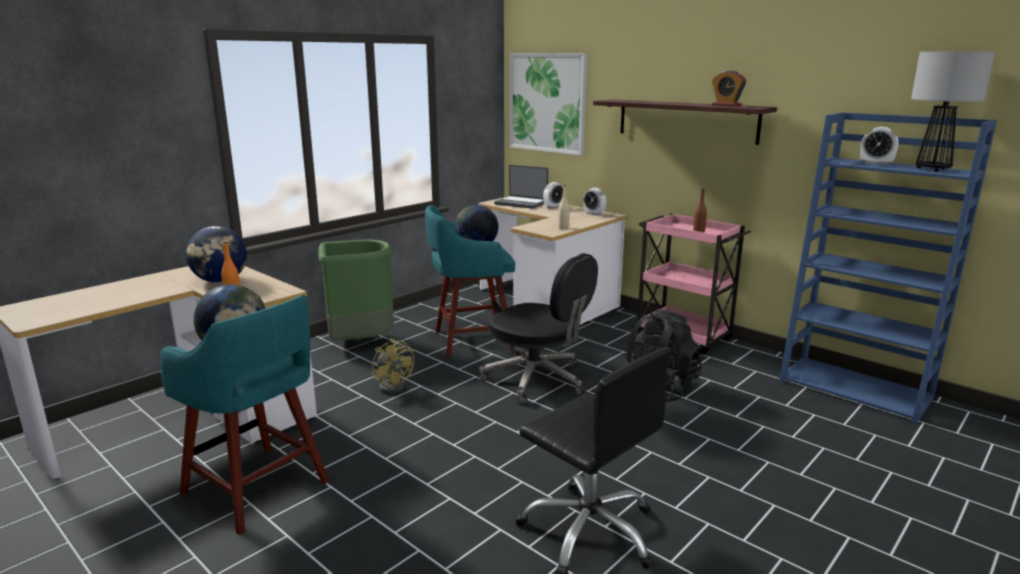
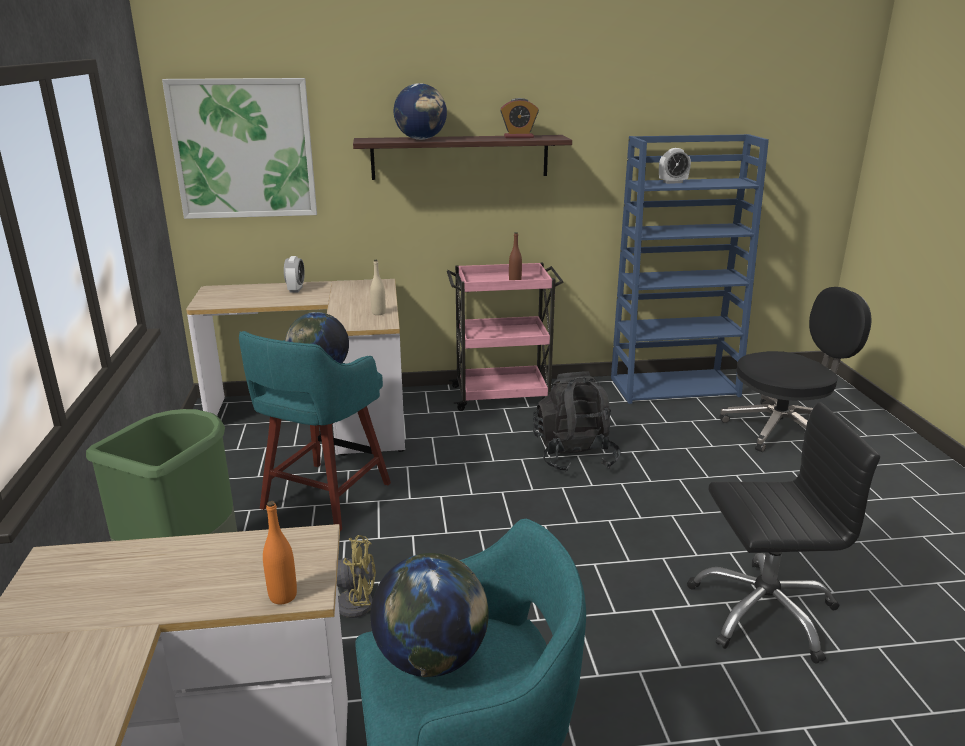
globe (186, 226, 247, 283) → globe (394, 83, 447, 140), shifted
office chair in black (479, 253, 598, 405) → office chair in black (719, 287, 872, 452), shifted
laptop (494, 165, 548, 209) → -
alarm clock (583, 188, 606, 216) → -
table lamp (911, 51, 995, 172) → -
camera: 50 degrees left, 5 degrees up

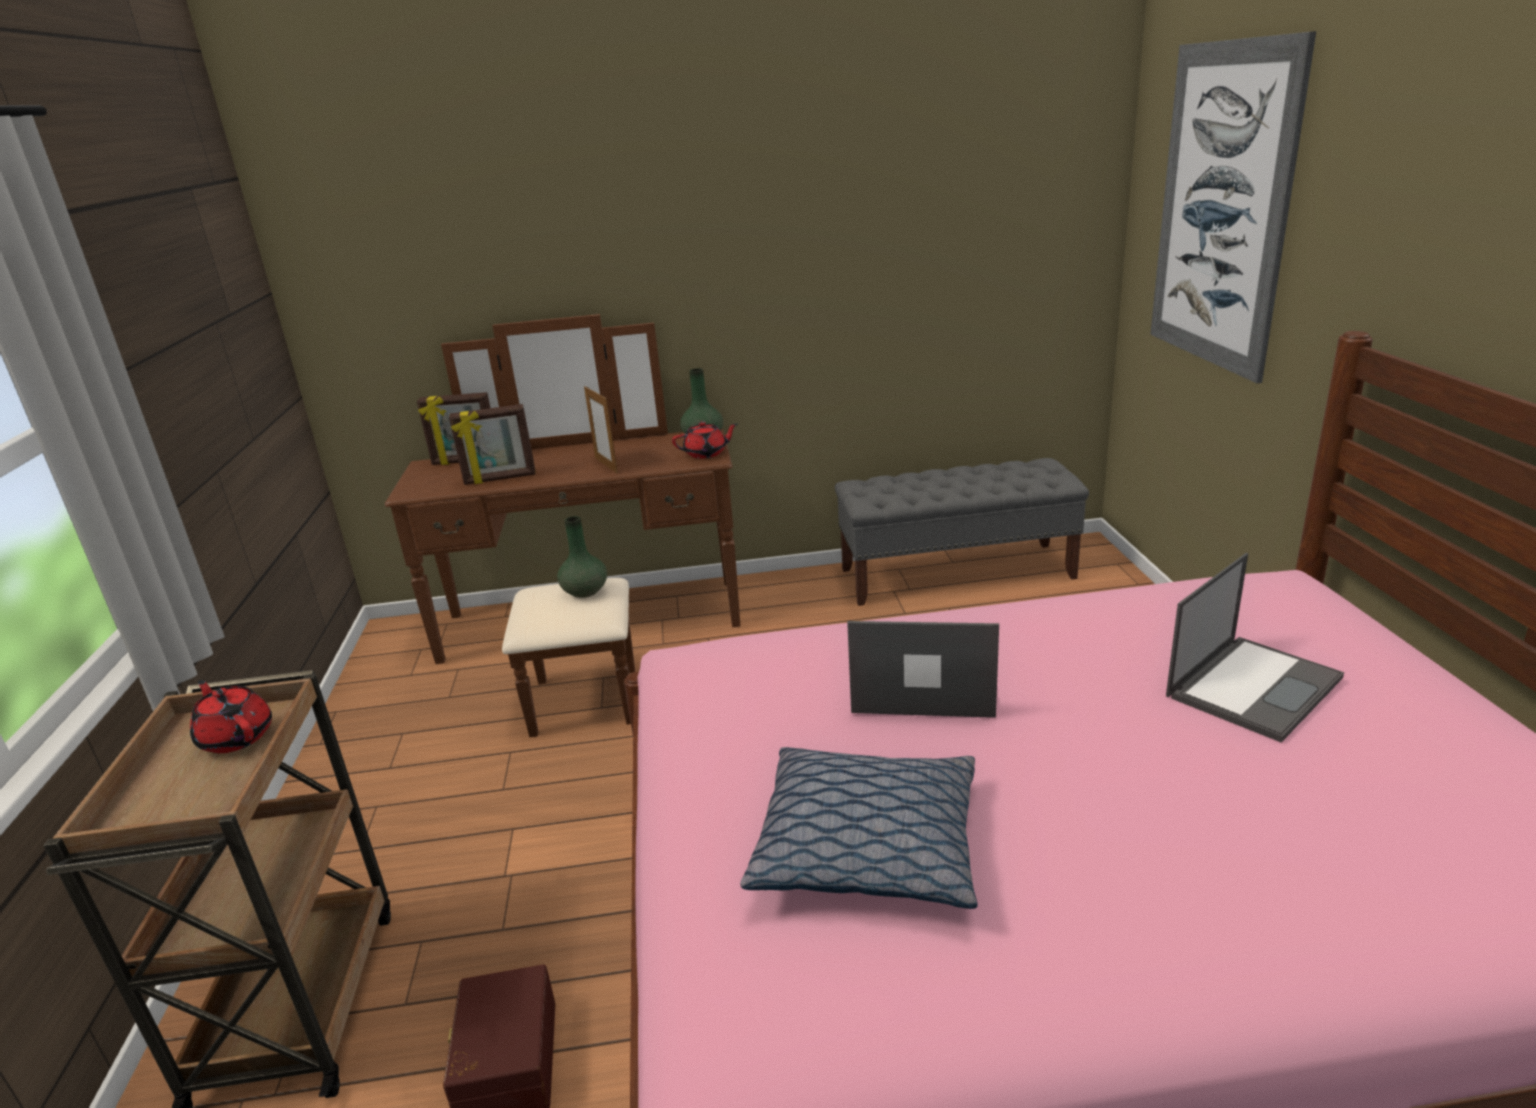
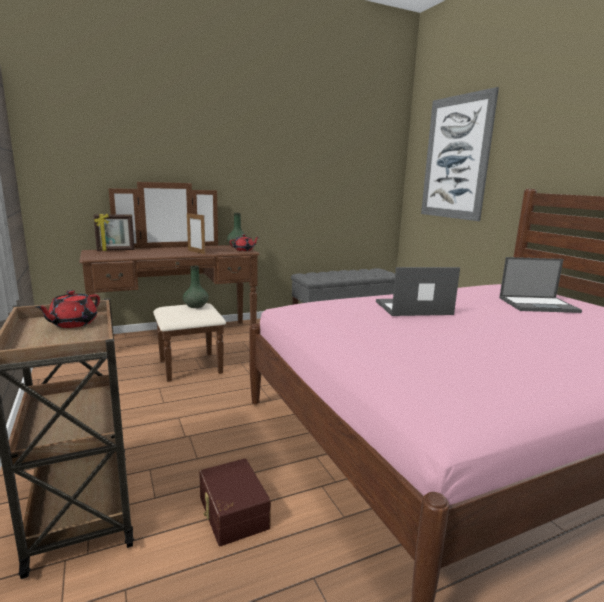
teapot in red (190, 680, 272, 753) → teapot in red (36, 290, 100, 328), 90 degrees counterclockwise
laptop (1166, 553, 1344, 742) → laptop (499, 257, 582, 313), 60 degrees clockwise
picture frame (449, 404, 536, 485) → -
pillow (740, 747, 978, 909) → -
camera: 20 degrees left, 10 degrees down

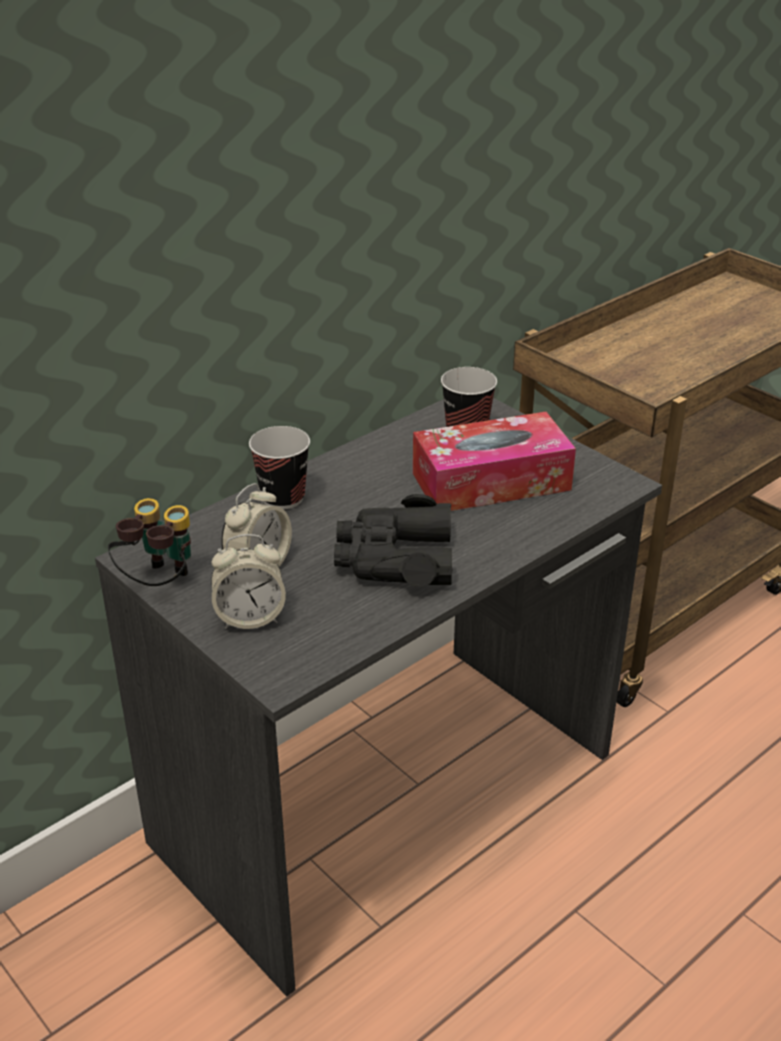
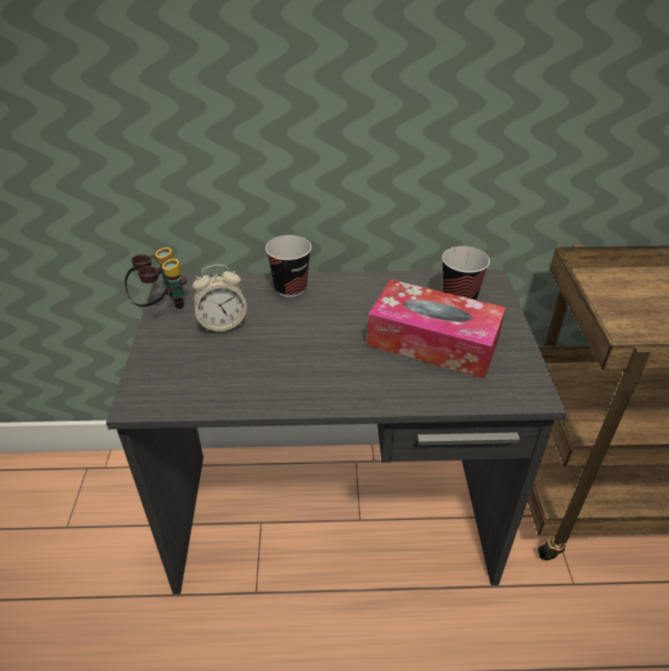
alarm clock (211, 534, 286, 629) → -
binoculars in black (334, 494, 453, 587) → -
camera: 40 degrees right, 5 degrees up

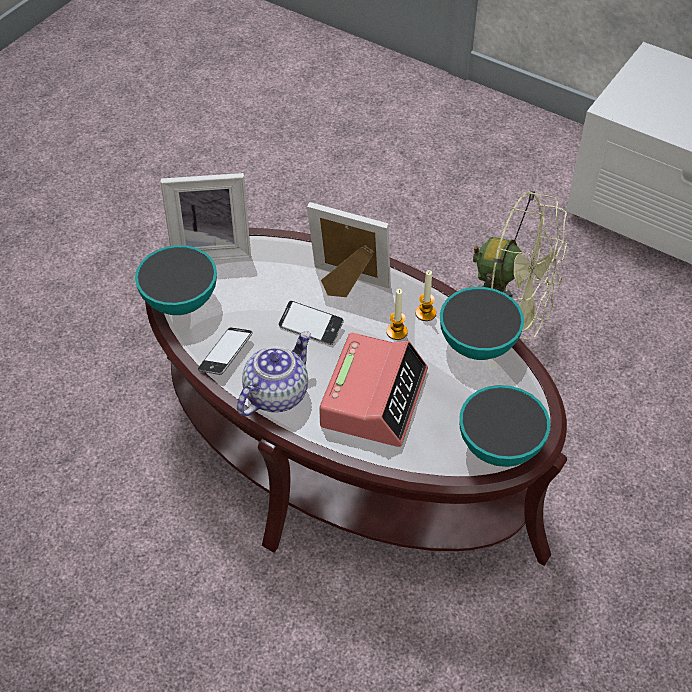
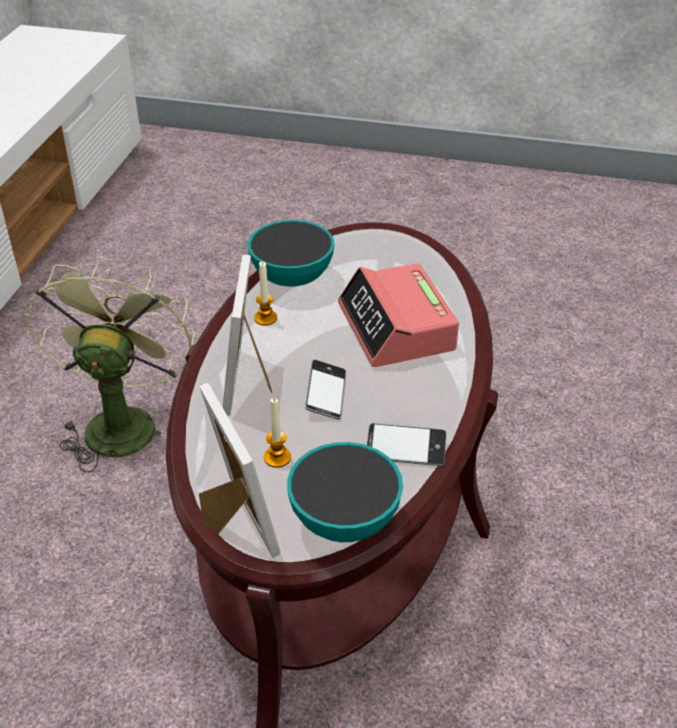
candle (386, 289, 408, 340) → candle (264, 398, 291, 468), shifted
alarm clock (319, 333, 428, 447) → alarm clock (338, 263, 459, 367), 105 degrees counterclockwise
teapot (237, 331, 311, 416) → -
bowl (459, 385, 550, 467) → -
camera: 110 degrees left, 10 degrees down

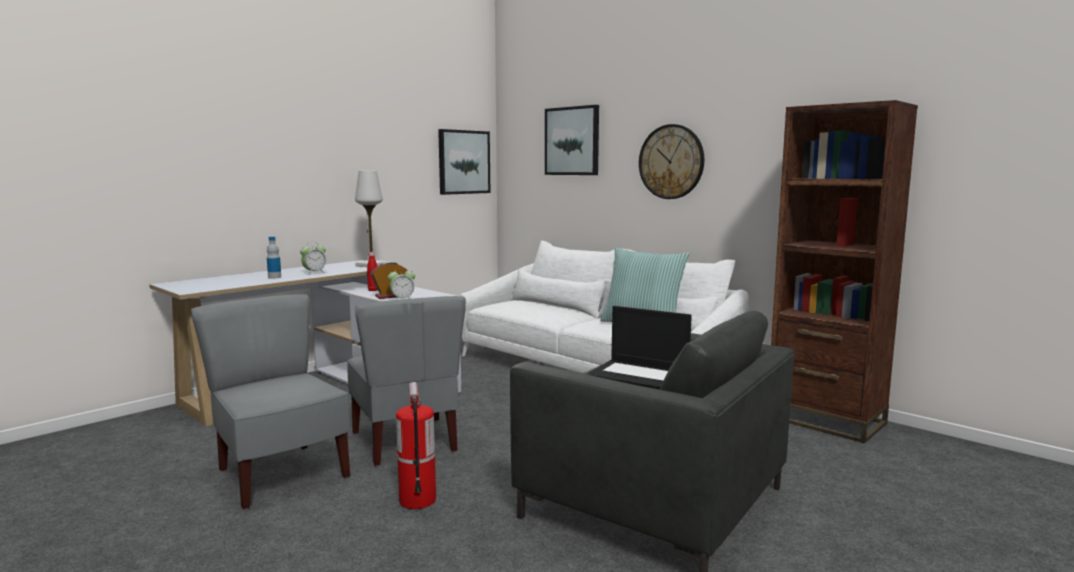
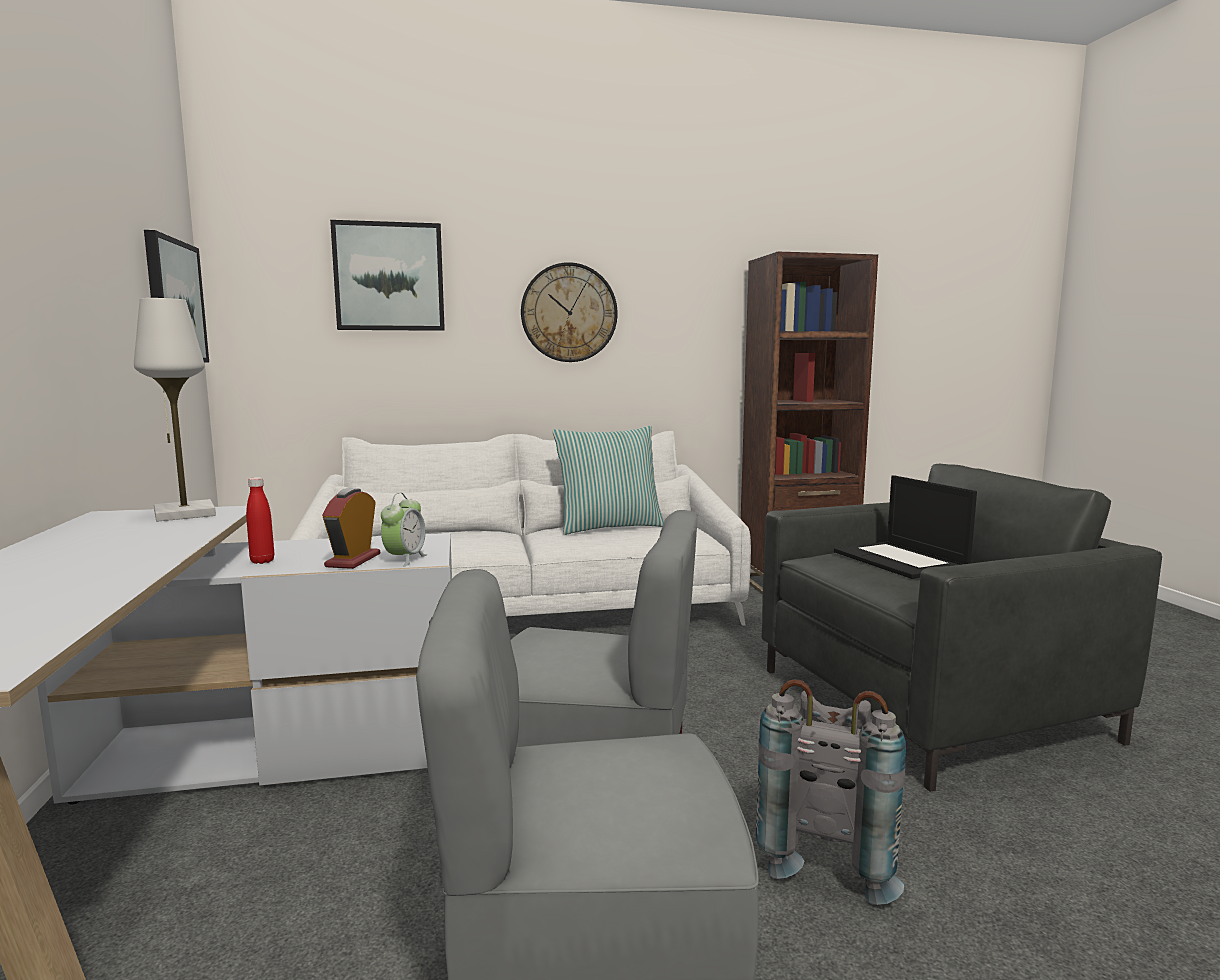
fire extinguisher (396, 382, 436, 509) → backpack in grey (756, 679, 906, 905)
laptop (587, 306, 692, 390) → laptop (834, 475, 977, 579), 90 degrees clockwise
bottle (267, 236, 281, 279) → -
alarm clock (300, 245, 326, 275) → -
camera: 55 degrees left, 0 degrees up

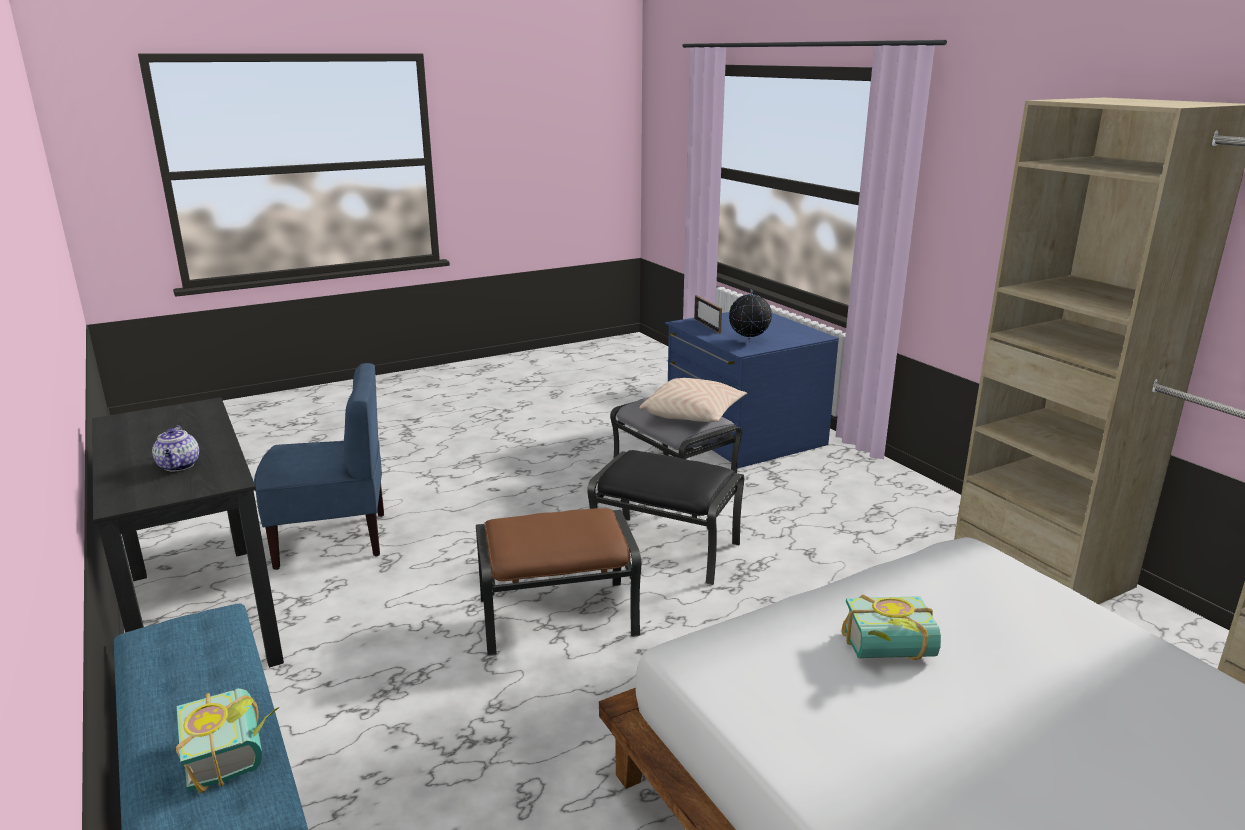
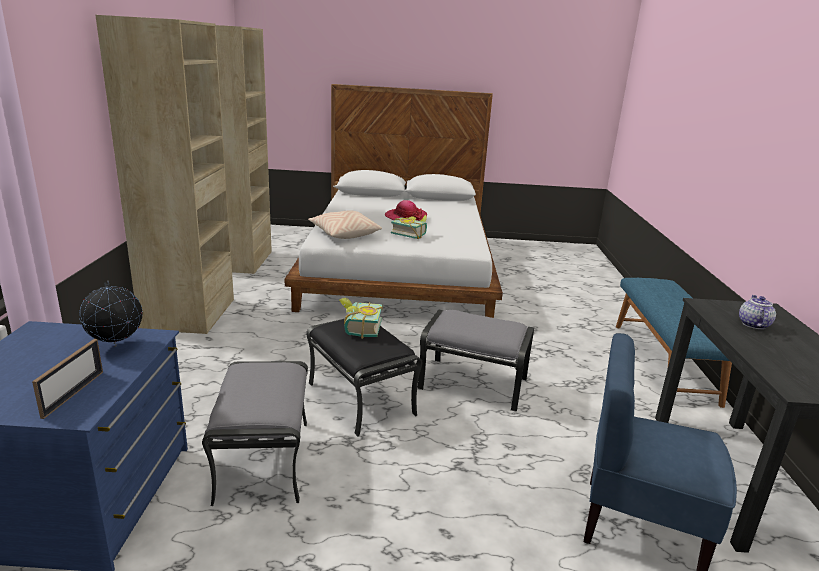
pillow in beige (640, 378, 747, 423) → pillow in beige (308, 210, 382, 239), shifted
book (176, 688, 280, 793) → book (339, 298, 383, 339), shifted
- → hat (385, 200, 427, 221)
ottoman in brown (476, 508, 641, 656) → ottoman in grey (417, 310, 534, 412)
camera: 150 degrees left, 0 degrees up

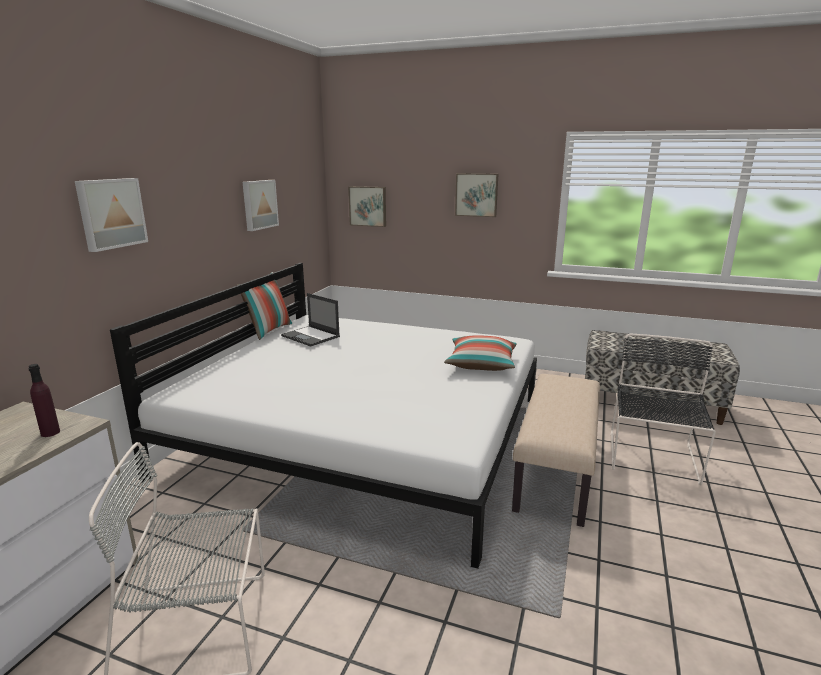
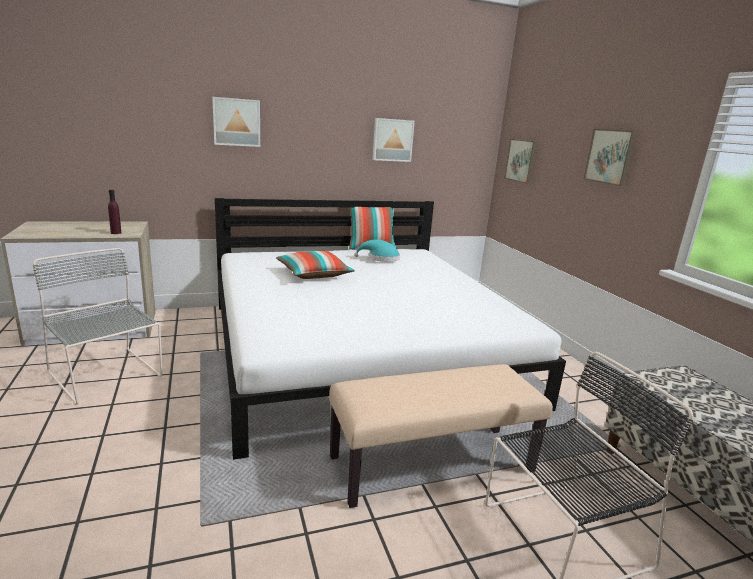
pillow (444, 335, 517, 371) → pillow (276, 251, 355, 279), shifted
laptop (281, 293, 340, 347) → hat in turquoise (354, 240, 400, 262)
camera: 50 degrees right, 0 degrees up

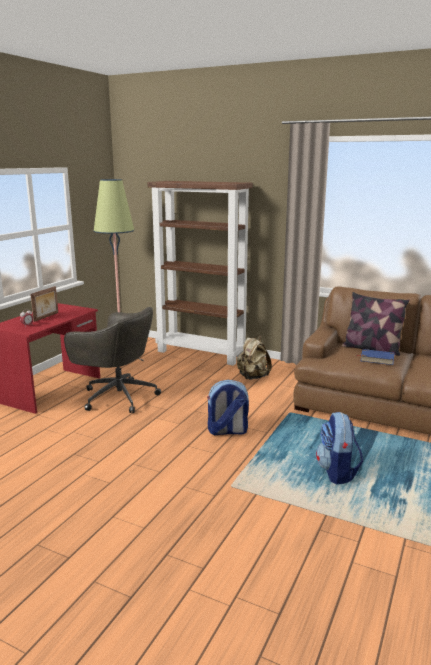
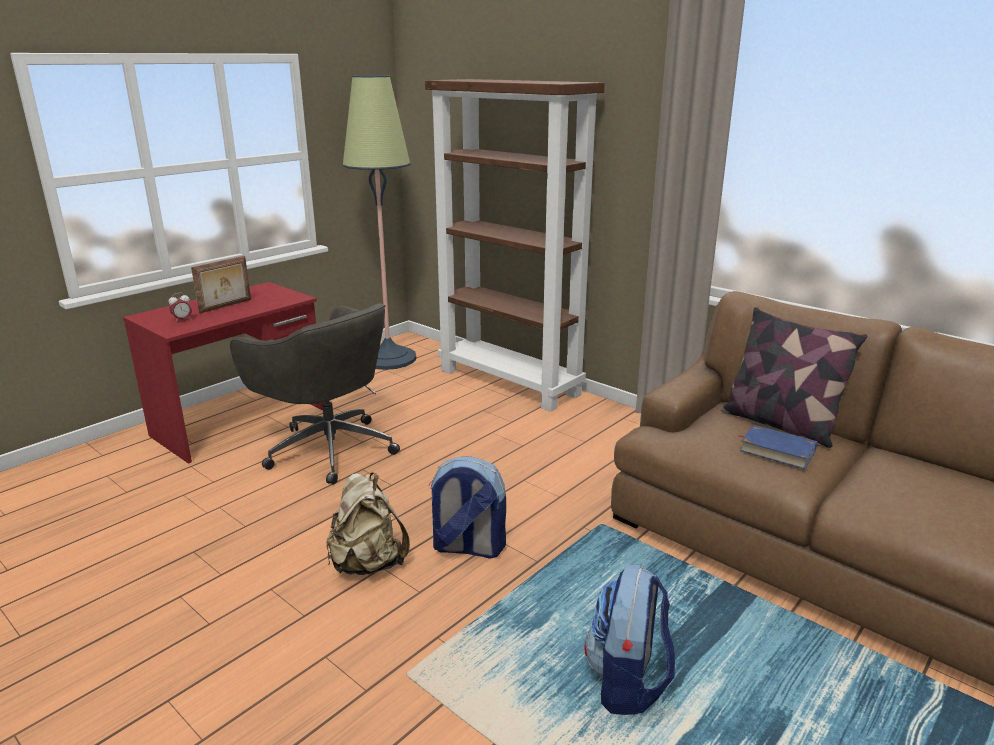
backpack in beige (237, 335, 272, 380) → backpack in beige (326, 473, 410, 575), shifted
camera: 15 degrees right, 5 degrees up

